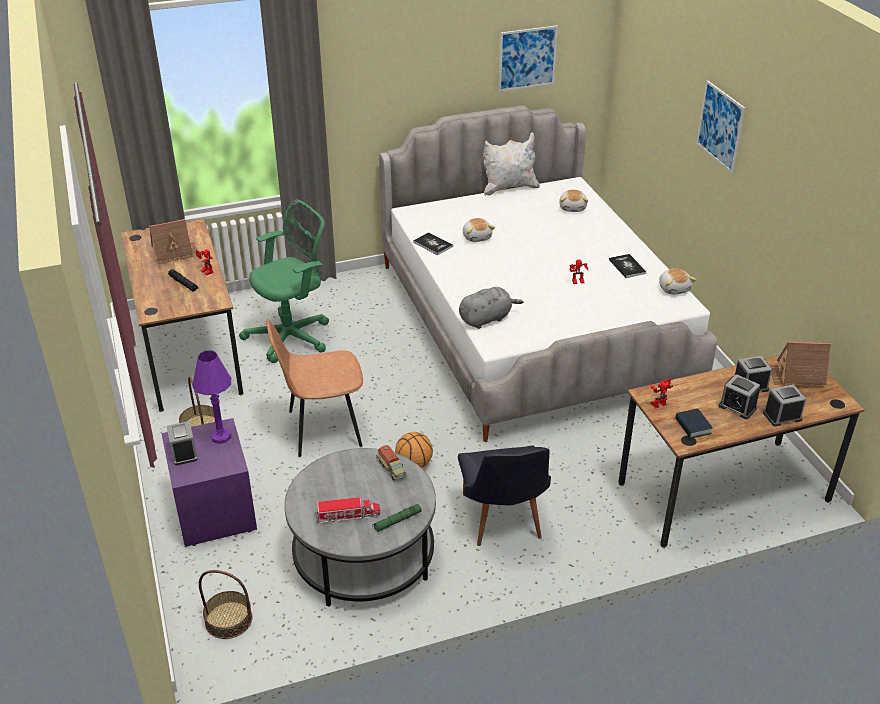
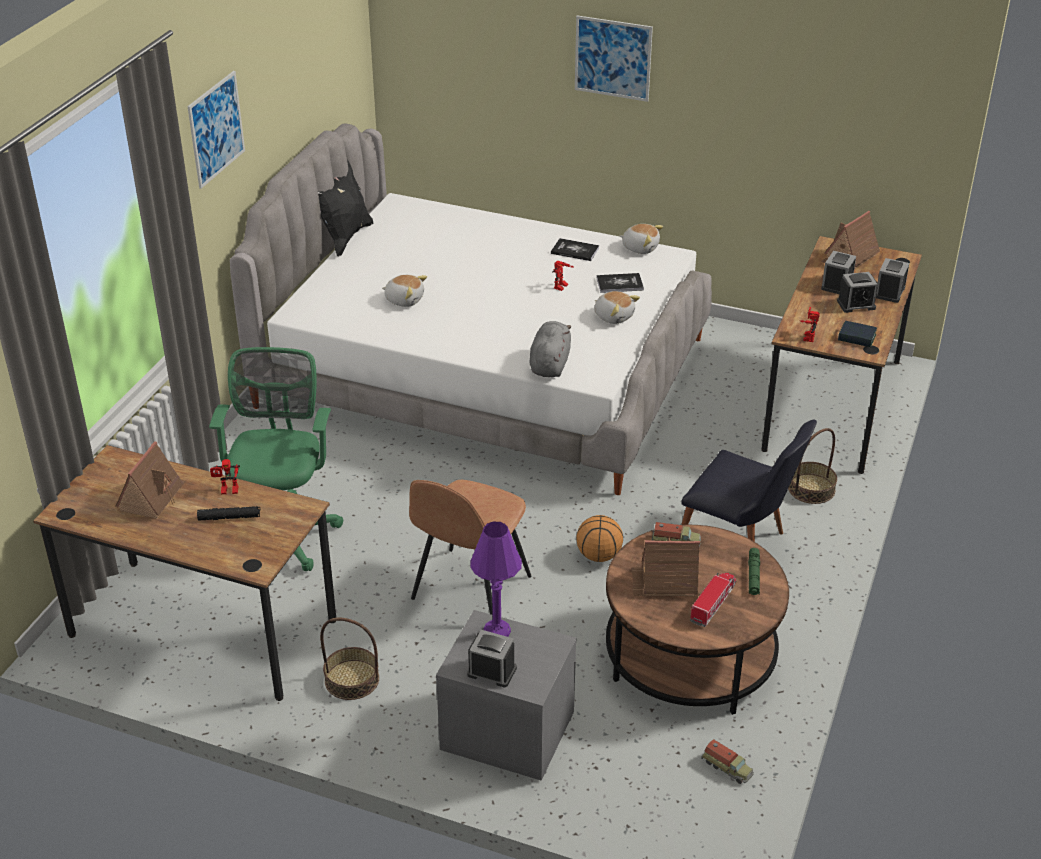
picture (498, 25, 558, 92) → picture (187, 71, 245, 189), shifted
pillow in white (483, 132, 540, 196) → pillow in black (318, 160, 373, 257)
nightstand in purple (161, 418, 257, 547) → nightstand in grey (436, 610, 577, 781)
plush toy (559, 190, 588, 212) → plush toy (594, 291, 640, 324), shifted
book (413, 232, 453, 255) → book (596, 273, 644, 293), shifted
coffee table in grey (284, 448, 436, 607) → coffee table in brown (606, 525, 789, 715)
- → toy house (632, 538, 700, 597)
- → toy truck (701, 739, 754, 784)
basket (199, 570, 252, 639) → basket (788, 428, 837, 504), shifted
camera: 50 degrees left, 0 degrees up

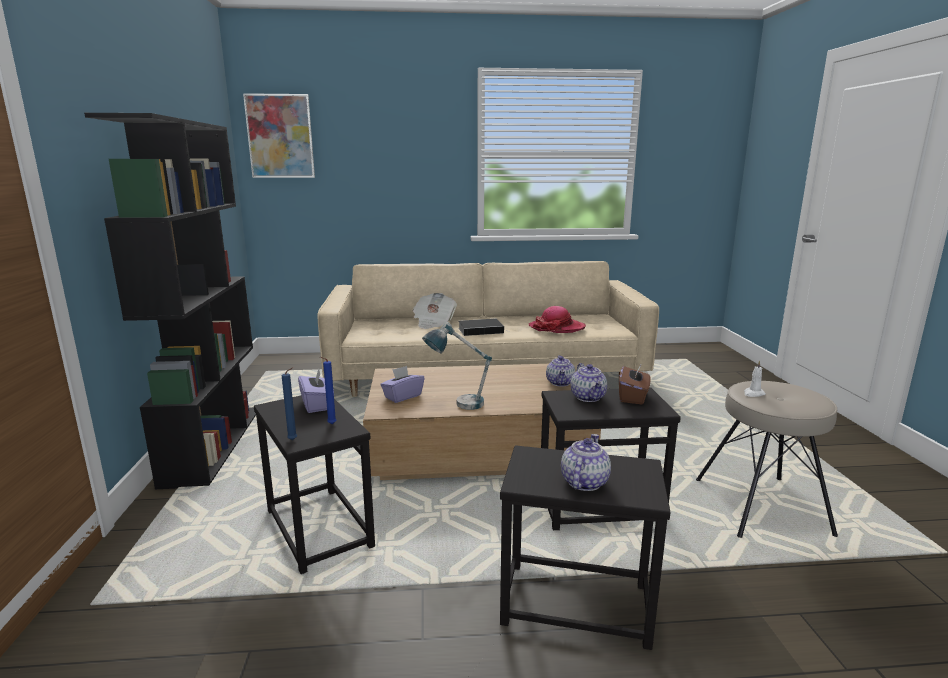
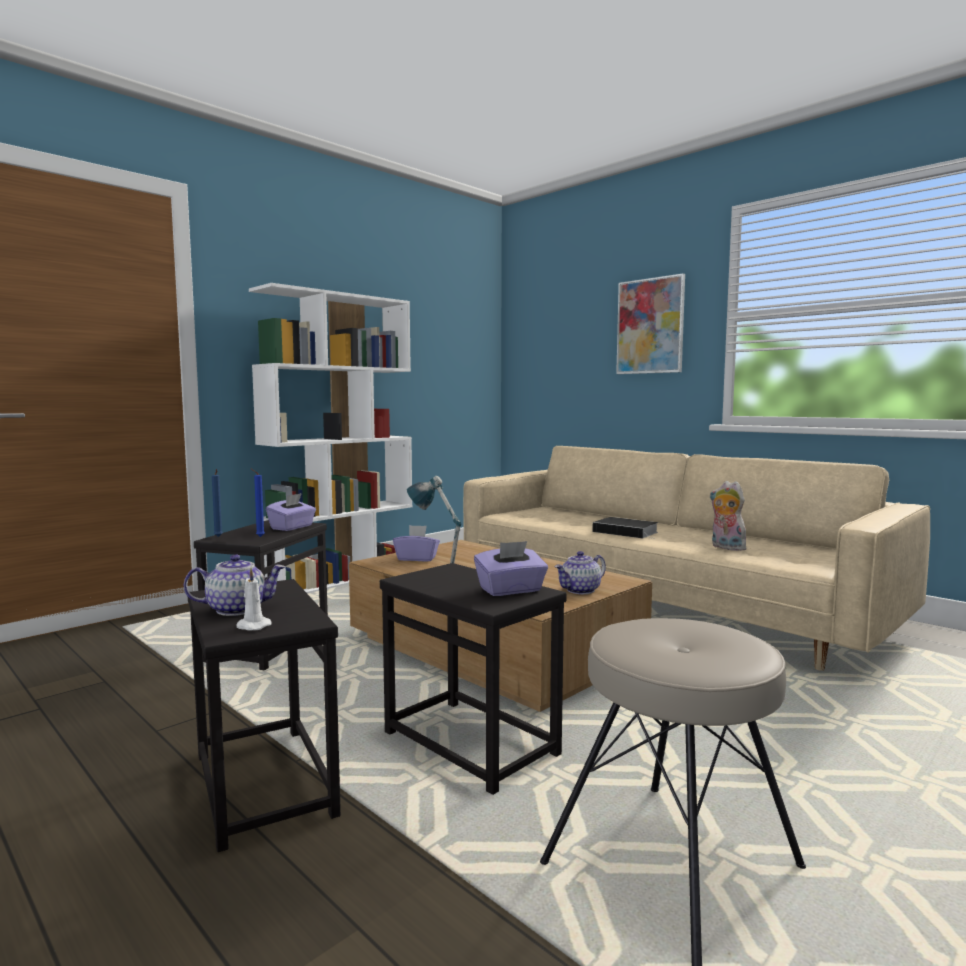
candle in white (744, 360, 766, 397) → candle in white (236, 568, 272, 630), shifted
bookcase in black (84, 113, 256, 489) → bookcase in white (249, 283, 413, 593)
tissue box in brown (619, 363, 651, 404) → tissue box in purple (474, 541, 548, 596)
picture (243, 93, 315, 178) → picture (616, 273, 685, 374), shifted
hat (529, 306, 586, 333) → plush toy (709, 481, 746, 551)
newspaper (413, 293, 457, 329) → -
teapot (571, 363, 607, 402) → -
camera: 50 degrees right, 10 degrees down

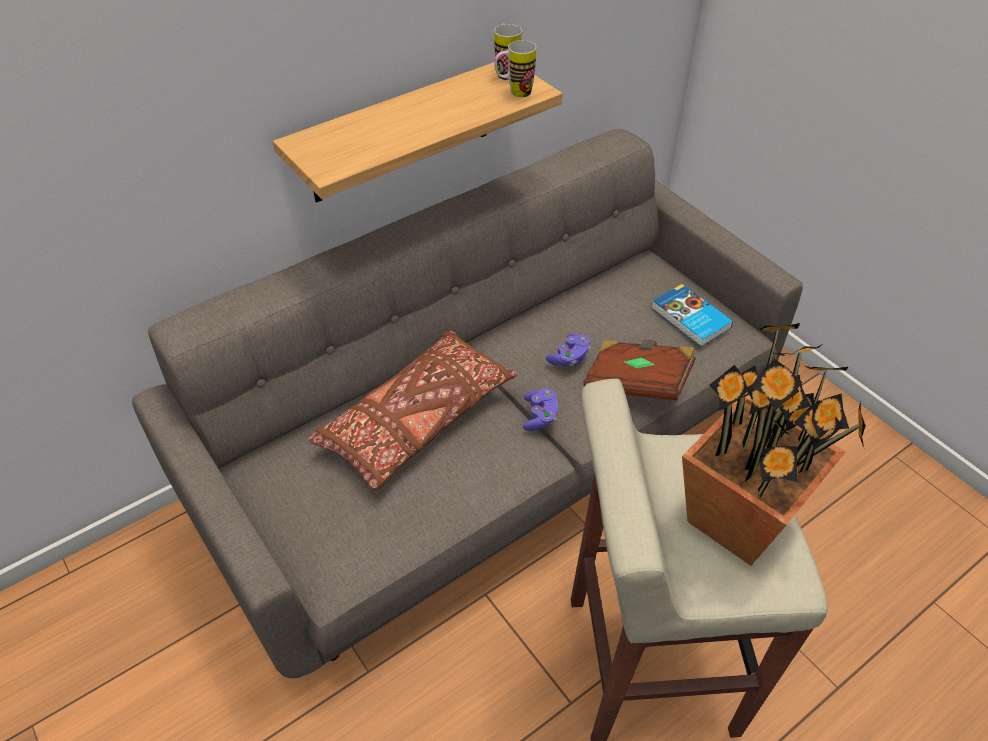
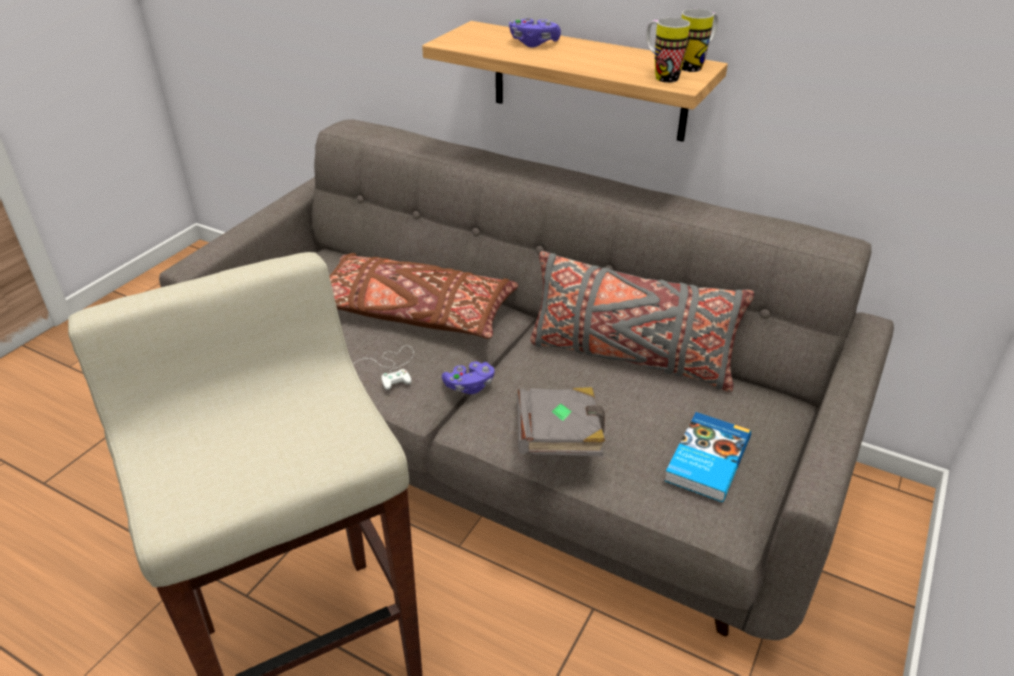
- → game controller in white (353, 346, 414, 390)
game controller in purple (546, 333, 590, 366) → game controller in purple (509, 17, 561, 48), shifted
book in brown (583, 340, 696, 400) → book in grey (517, 387, 605, 456)
- → pillow in grey (530, 251, 754, 392)
potted plant (682, 323, 866, 566) → -
camera: 65 degrees right, 10 degrees down

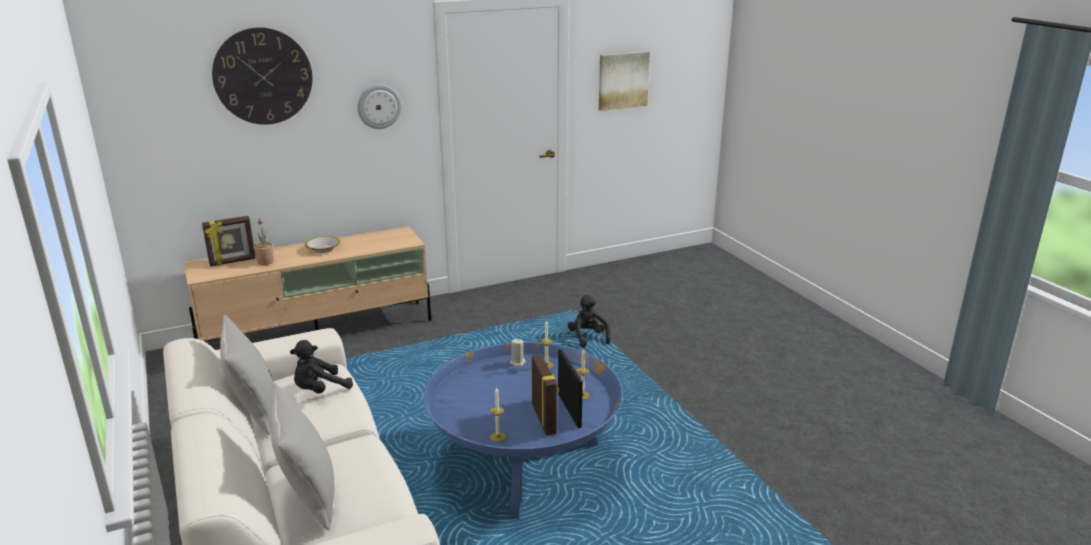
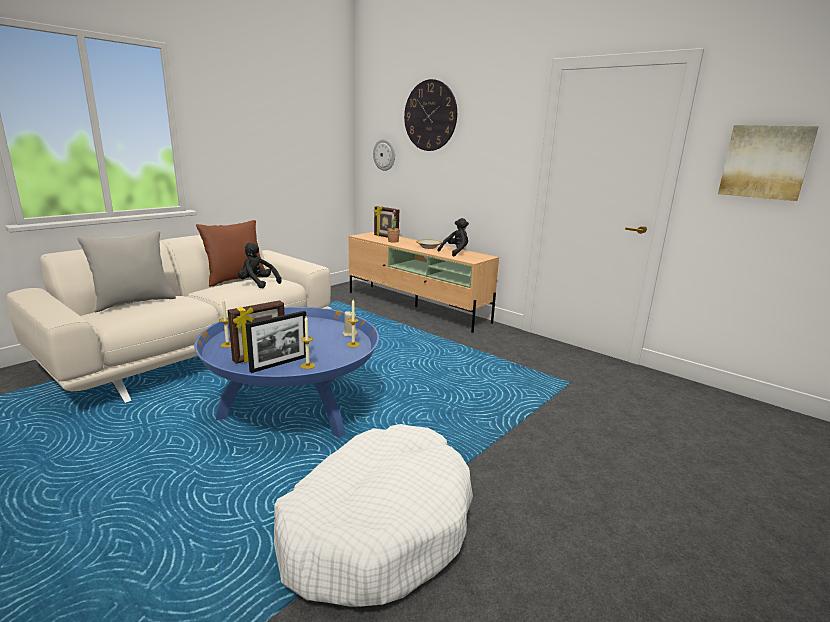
pillow in grey (220, 315, 274, 435) → pillow in brown (196, 220, 265, 287)
- → dog bed in white (274, 424, 473, 607)
wall clock (357, 85, 402, 129) → wall clock (373, 139, 395, 171), shifted
plush toy in black (568, 295, 610, 348) → plush toy in black (438, 218, 469, 257), shifted
camera: 65 degrees right, 5 degrees down

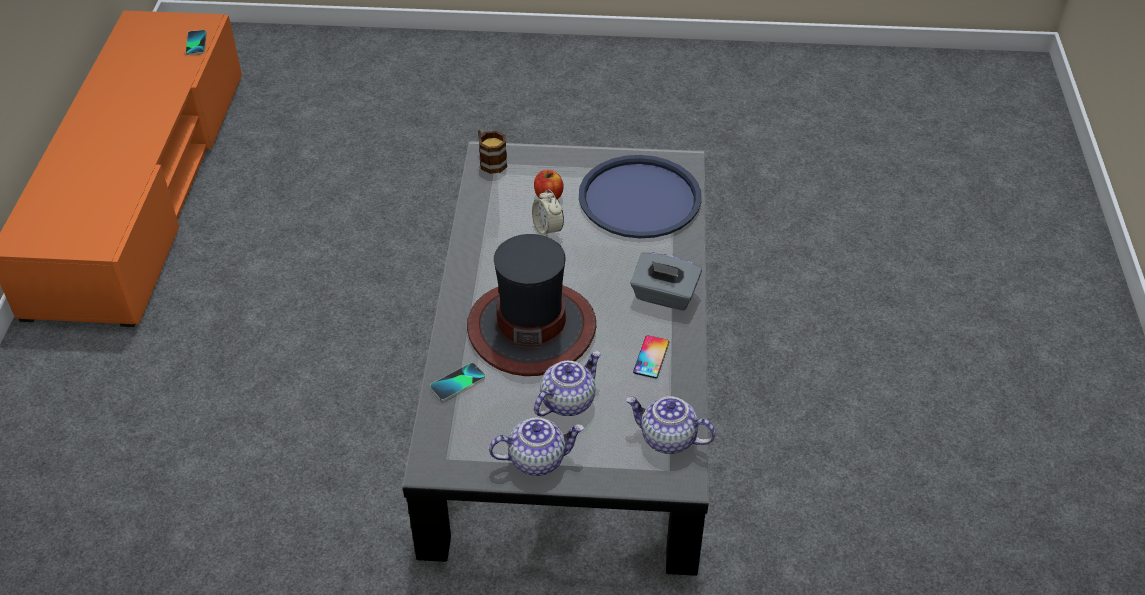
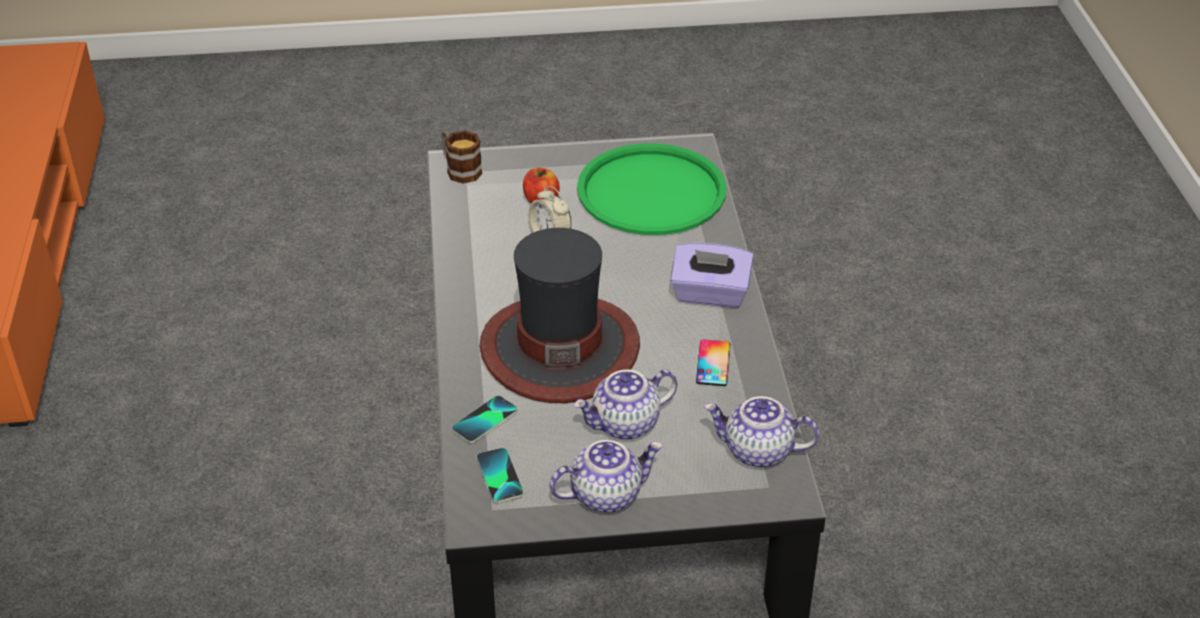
phone (186, 30, 207, 55) → phone (476, 448, 524, 503), shifted
teapot (534, 351, 601, 416) → teapot (574, 370, 677, 440), 150 degrees counterclockwise
tray in blue (579, 155, 702, 238) → tray in green (577, 143, 727, 235)
tissue box in grey (630, 252, 702, 311) → tissue box in purple (671, 243, 754, 308)
camera: 10 degrees left, 5 degrees down

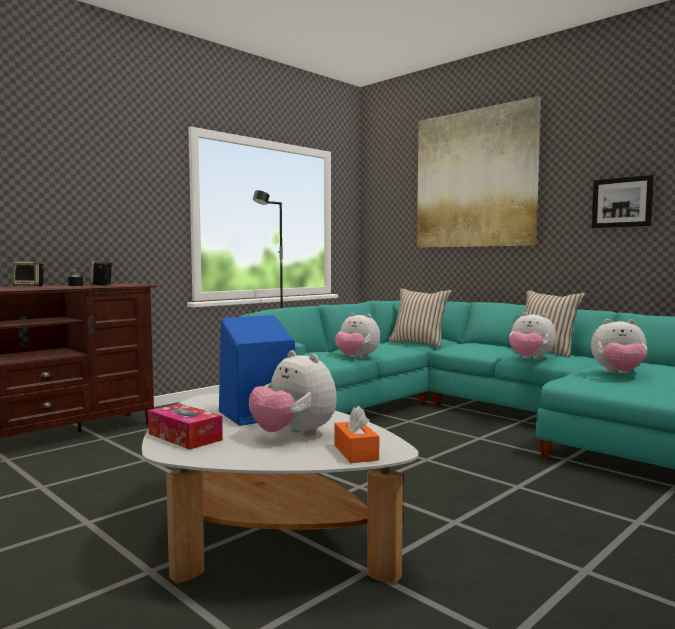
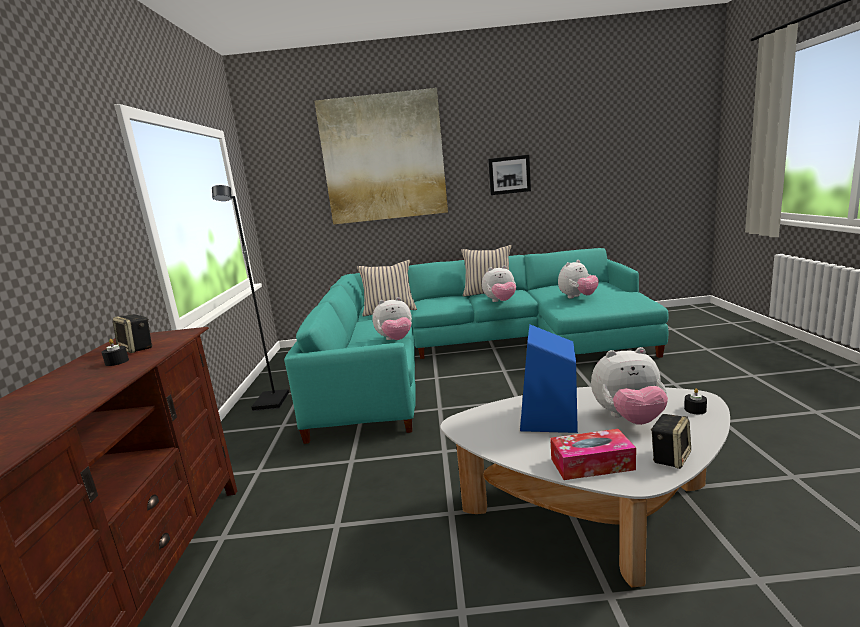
speaker (12, 261, 44, 286) → speaker (651, 414, 691, 469), shifted
tissue box in orange (334, 406, 379, 463) → candle in black (684, 388, 707, 414)
camera: 45 degrees left, 10 degrees up

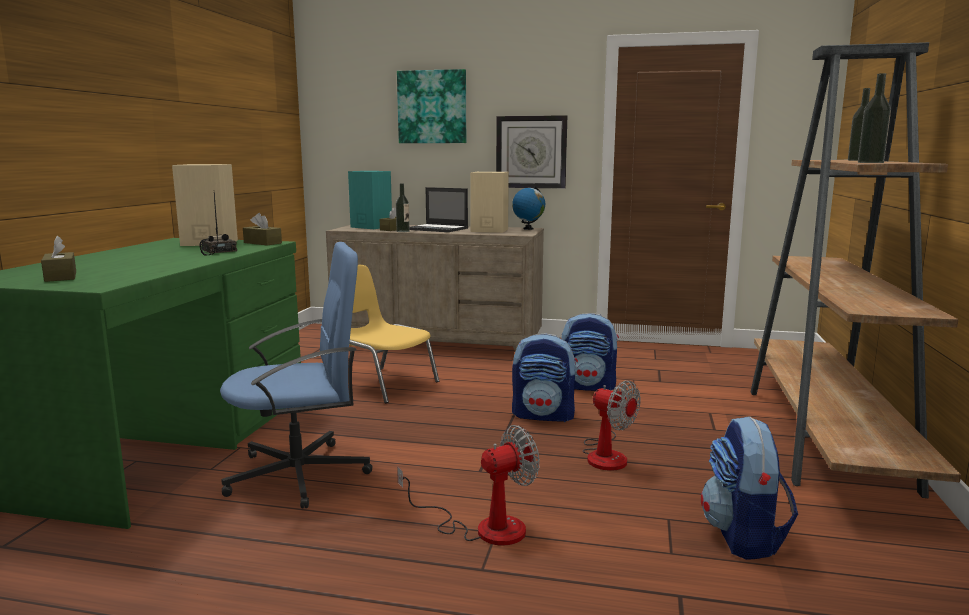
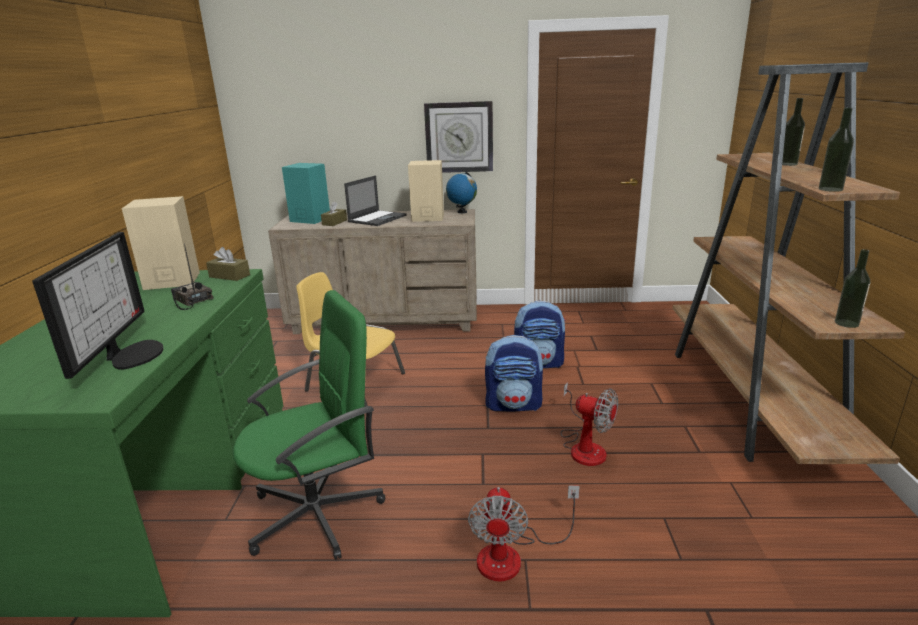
- → monitor (32, 232, 163, 379)
office chair in blue (220, 242, 373, 509) → office chair in green (233, 290, 385, 559)
laptop (409, 187, 468, 232) → laptop (344, 175, 407, 226), 75 degrees counterclockwise
fan (397, 425, 540, 546) → fan (468, 485, 580, 581), 135 degrees clockwise
bottle (396, 183, 410, 232) → bottle (835, 249, 870, 328), shifted
tissue box in brown (41, 236, 76, 282) → -
picture (397, 69, 466, 143) → -
backpack (701, 416, 798, 560) → -
camera: 10 degrees left, 10 degrees up

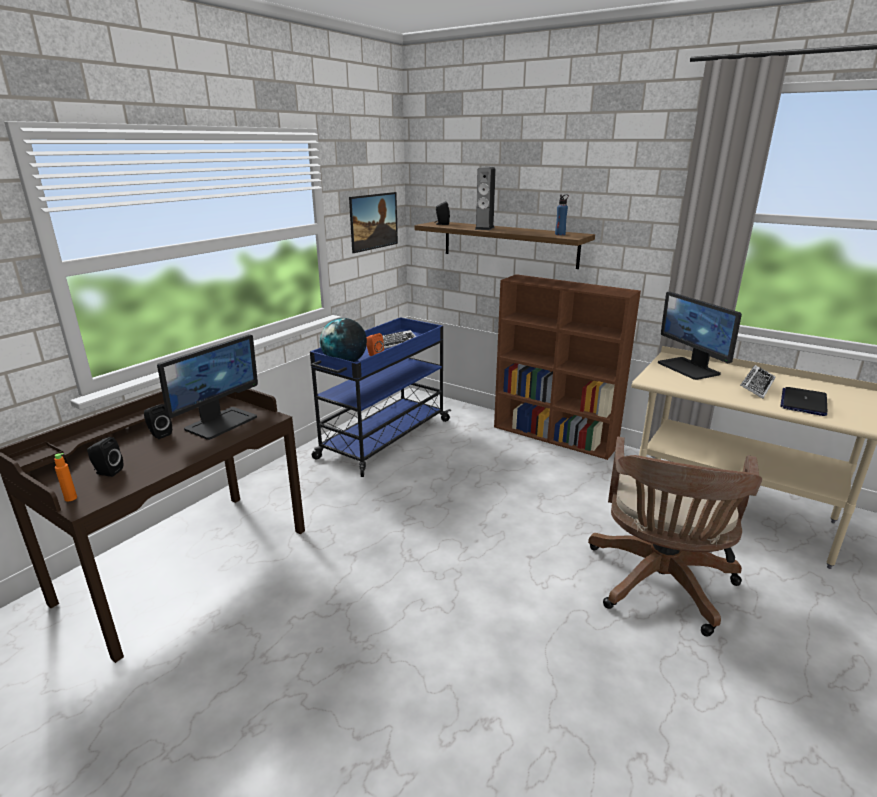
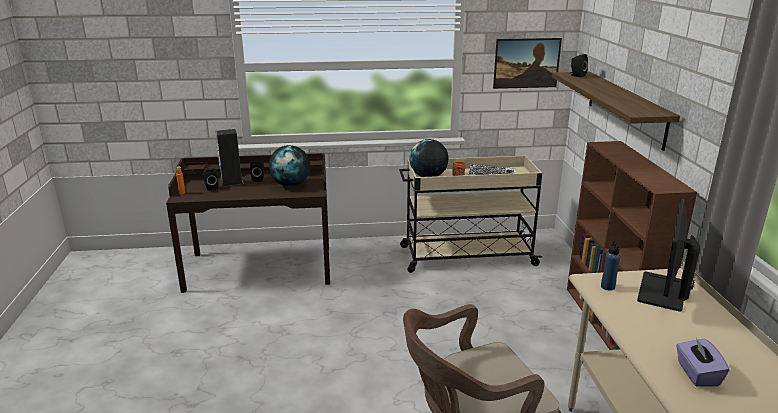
speaker (475, 167, 496, 230) → speaker (216, 129, 244, 187), shifted
monitor (157, 334, 258, 440) → globe (269, 145, 310, 186)
cart in blue (310, 317, 451, 477) → cart in beige (399, 156, 542, 273)
bottle in blue (555, 194, 569, 235) → bottle in blue (601, 240, 620, 291), shifted
laptop (780, 387, 827, 416) → tissue box in purple (676, 338, 730, 386)
keyboard (740, 365, 775, 399) → -
camera: 50 degrees right, 0 degrees up

